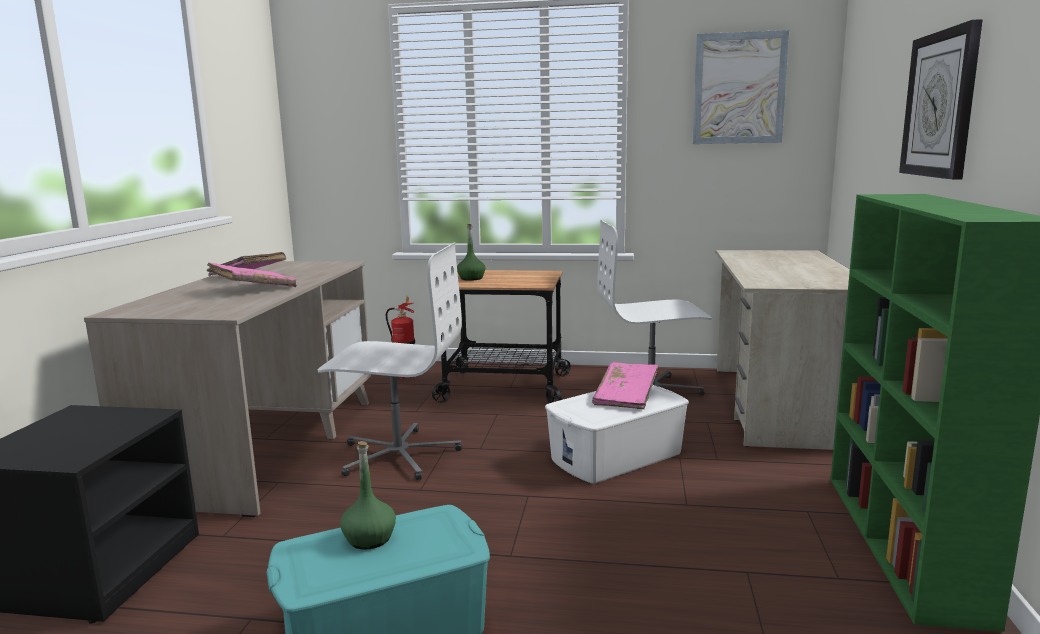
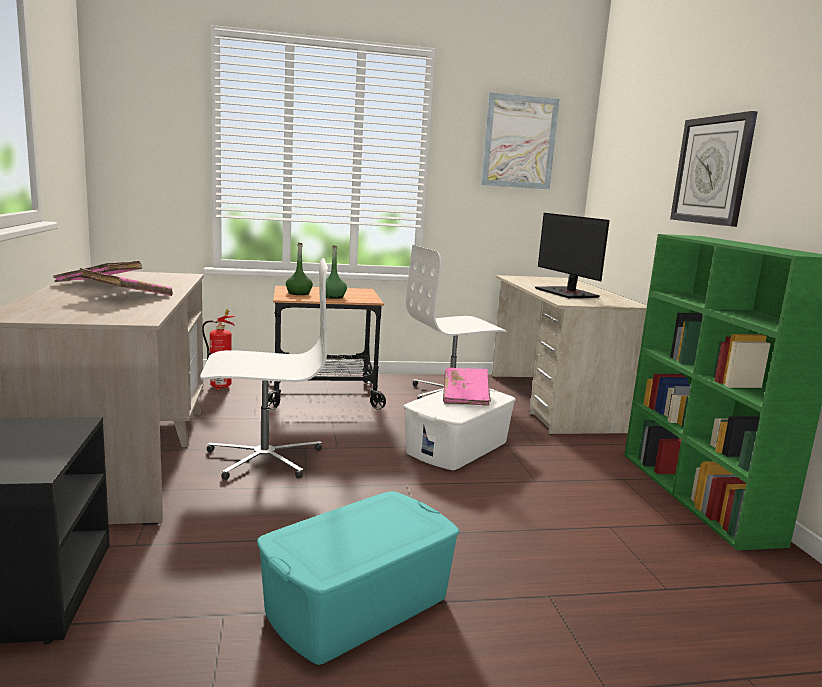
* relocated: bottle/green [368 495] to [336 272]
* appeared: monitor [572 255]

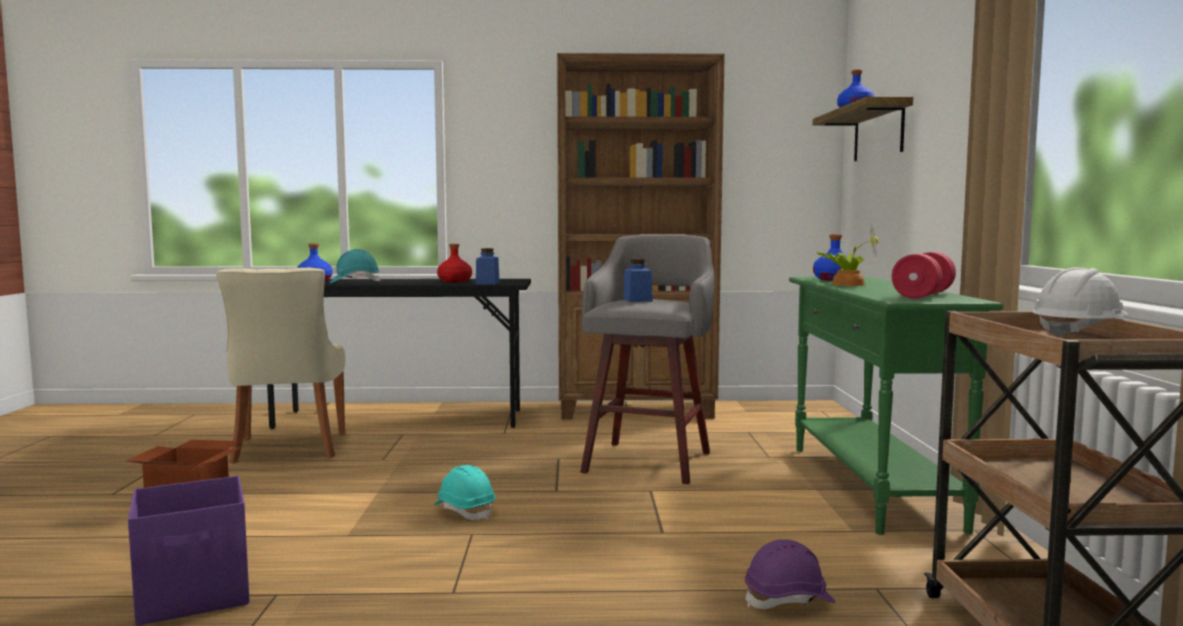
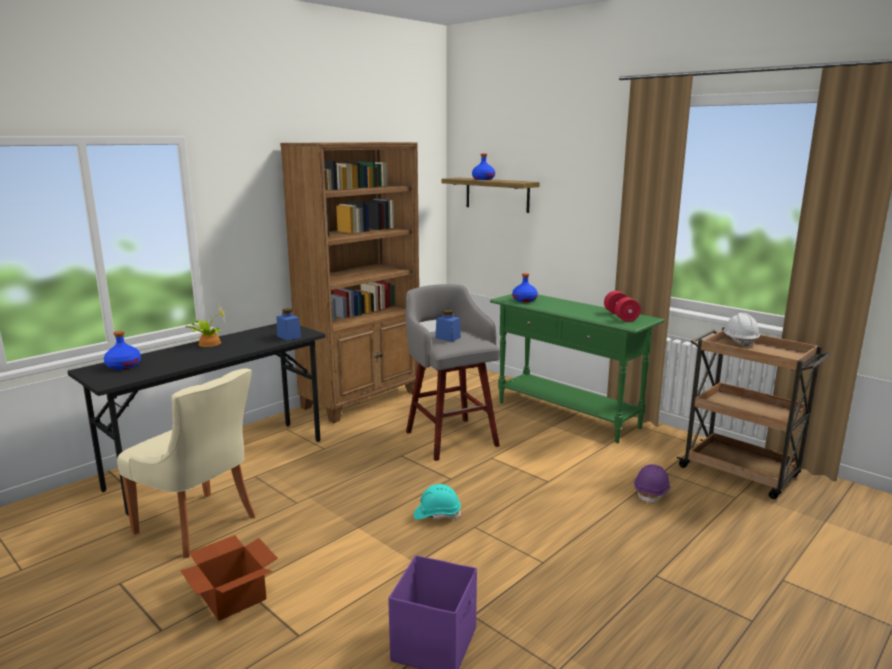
* relocated: potted plant [847 255] to [205 325]
* missing: hard hat/turquoise [355 266]
* missing: bottle/red [454 263]

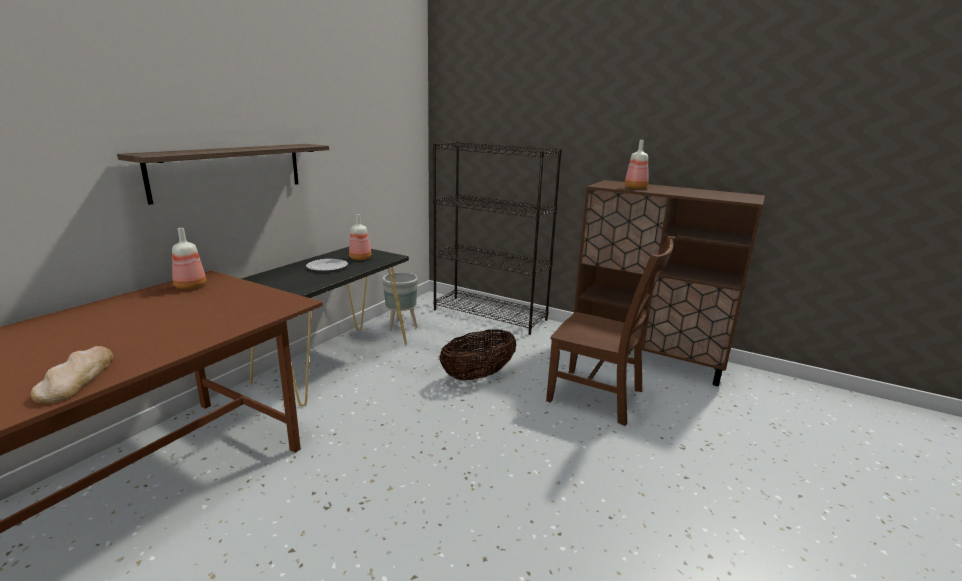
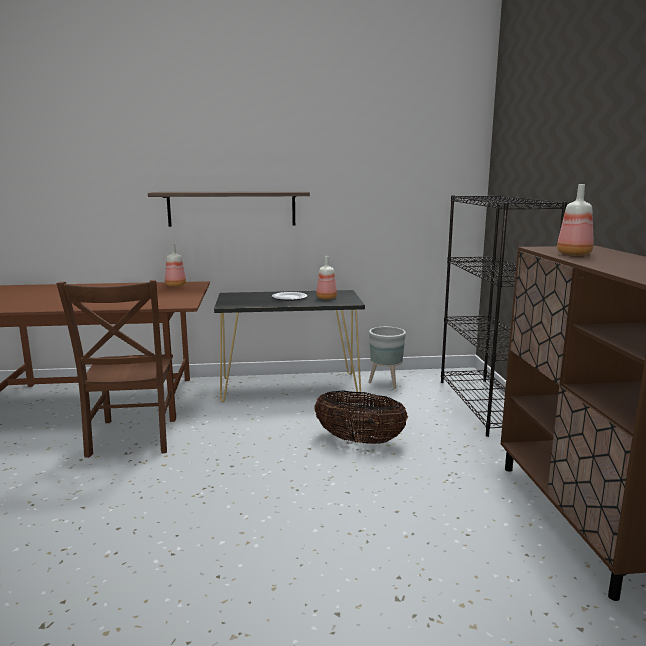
* relocated: chair/brown [610 331] to [116 369]
* missing: bread [72 375]

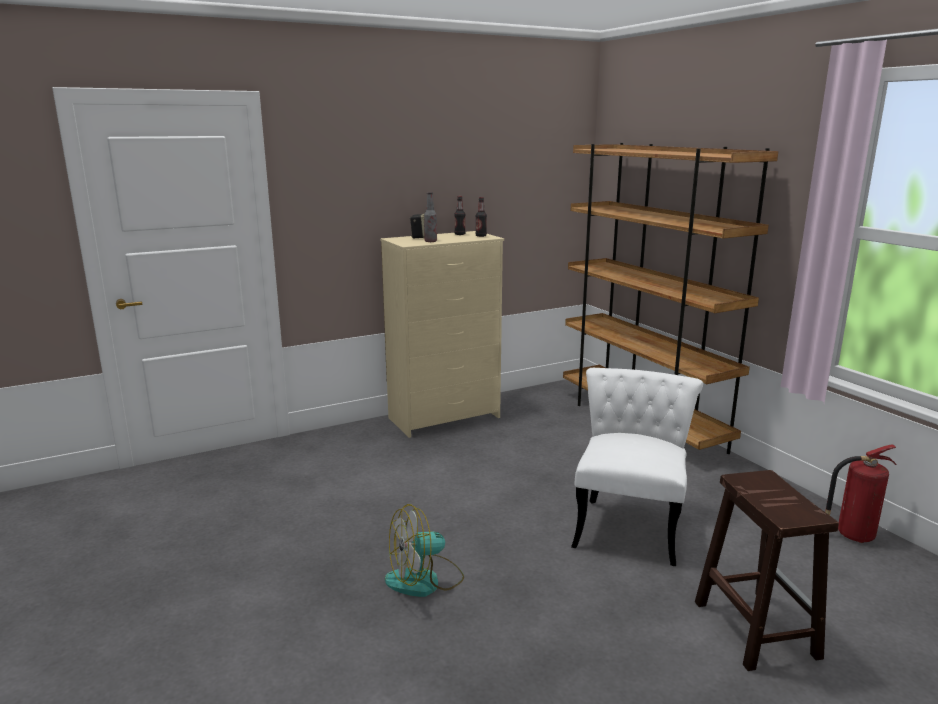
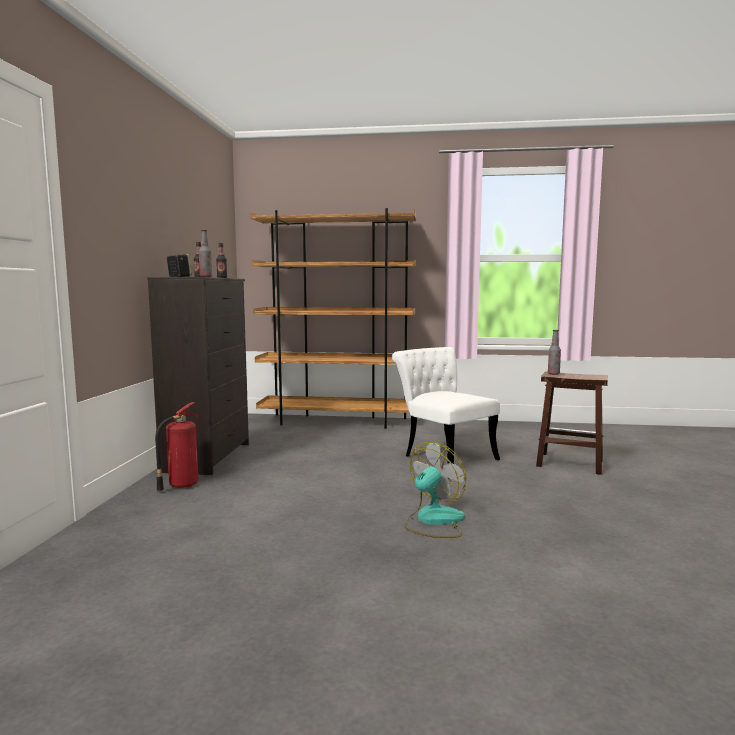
* colour: dresser/beige [442 334] to dresser/black [198 376]
* relocated: fire extinguisher [861 493] to [176 446]
* spun: fan [424 550] = [435 490] 150 degrees counterclockwise
* appeared: bottle [554 352]

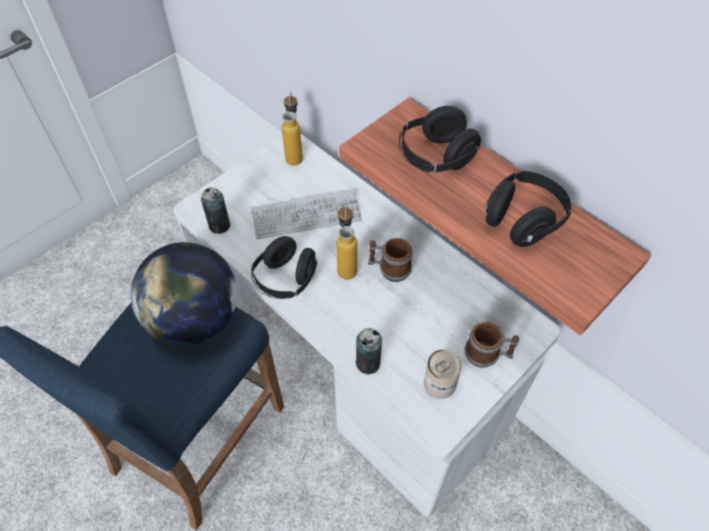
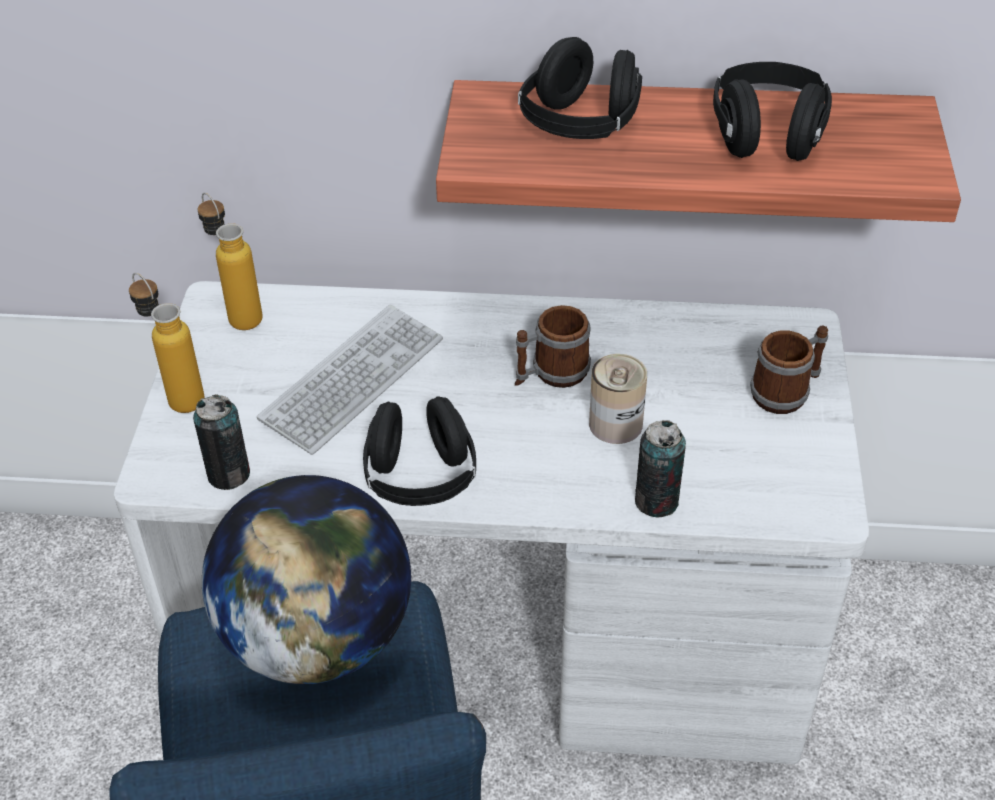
* relocated: bottle [346 241] to [167 343]
* relocated: can [443 374] to [618 399]

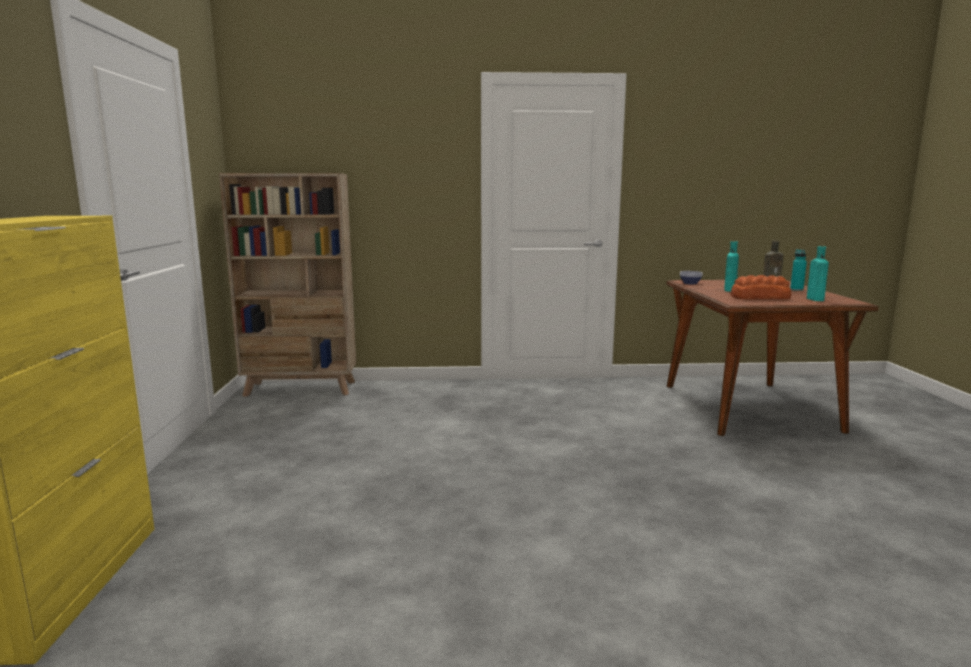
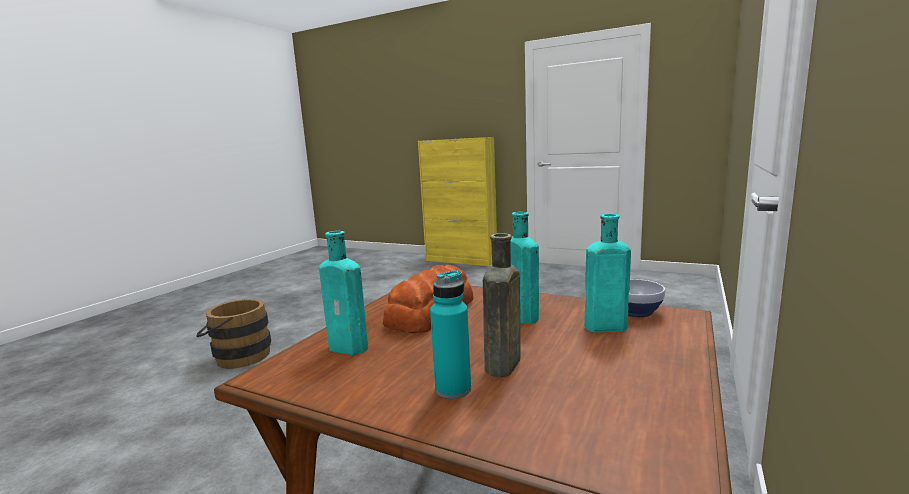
* appeared: bucket/brown [233 334]
* appeared: bottle/turquoise [607 273]
* missing: bookcase/beige [287 285]

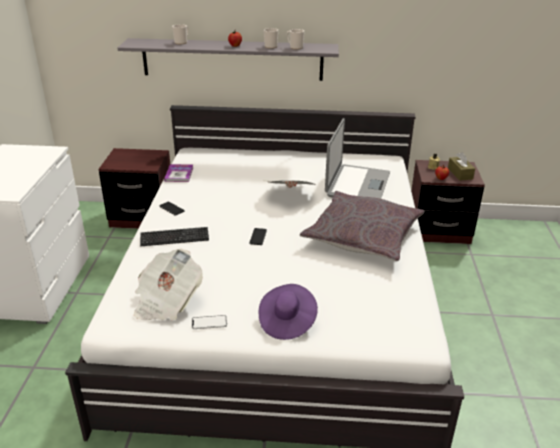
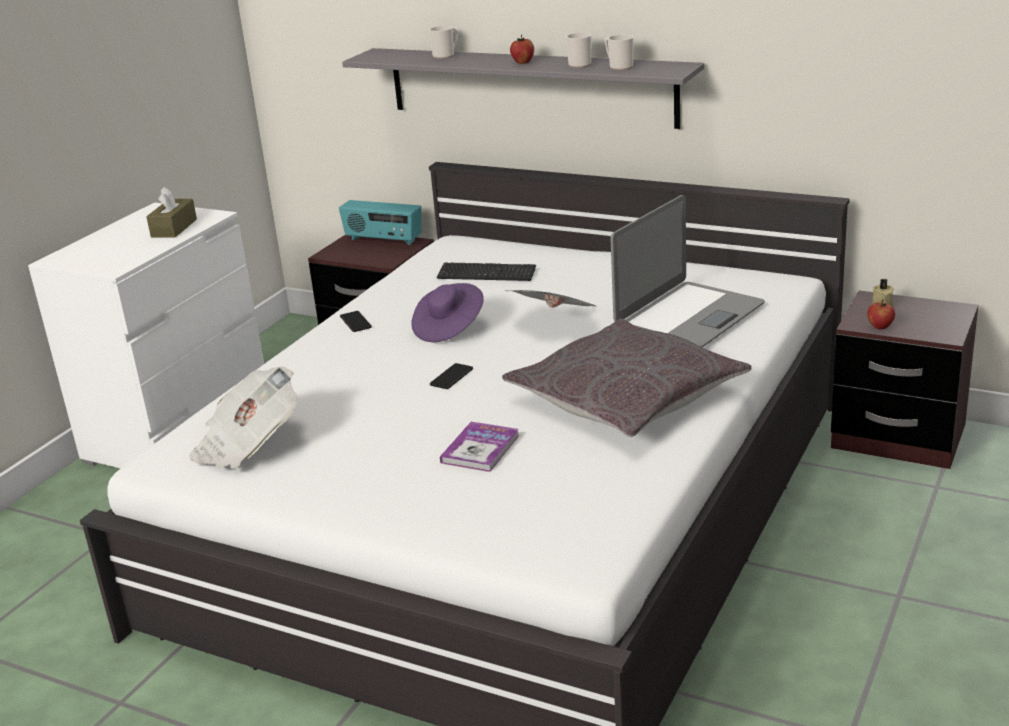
* relocated: tissue box/brown [461 166] to [171 212]
* appeared: radio [380 222]
* relocated: hat/purple [288 312] to [447 312]
* relocated: keyboard [174 236] to [486 272]
* relocated: book [179 173] to [480 447]
* missing: phone [209 322]

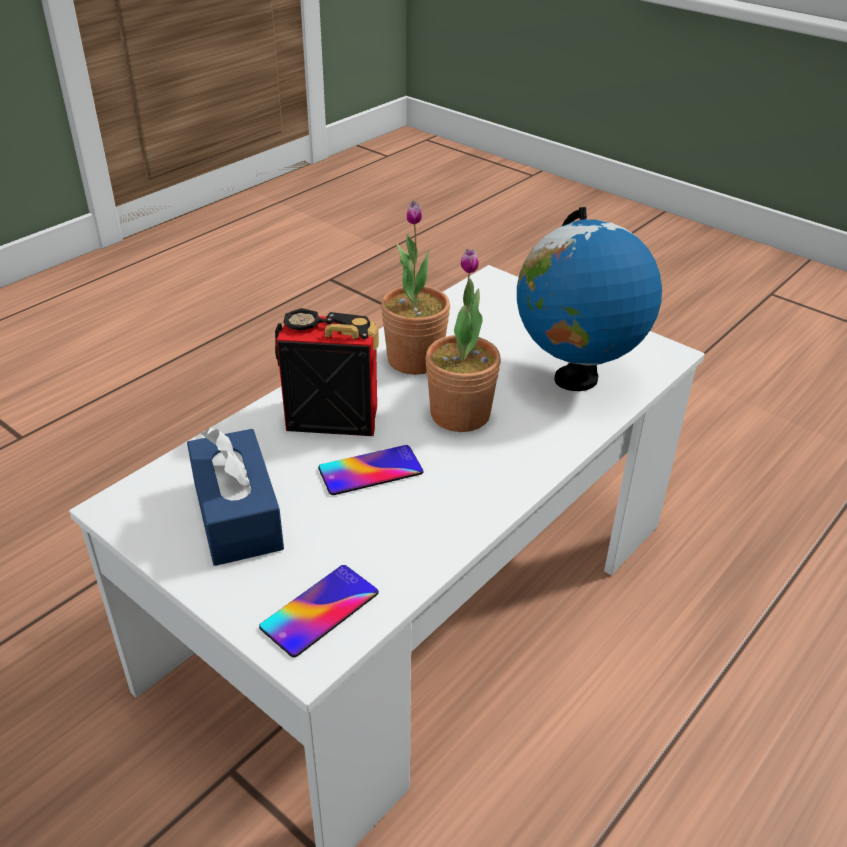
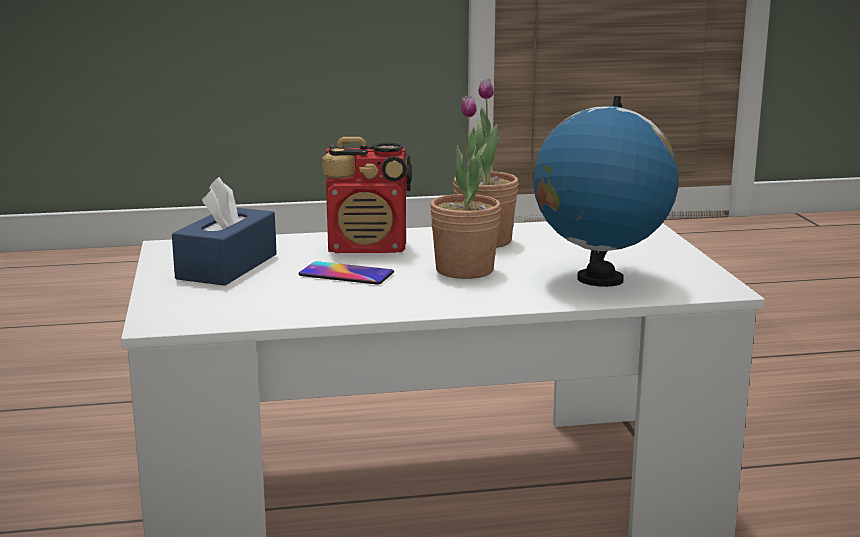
* spun: radio [327 372] = [367 195] 135 degrees clockwise
* missing: phone [319 611]

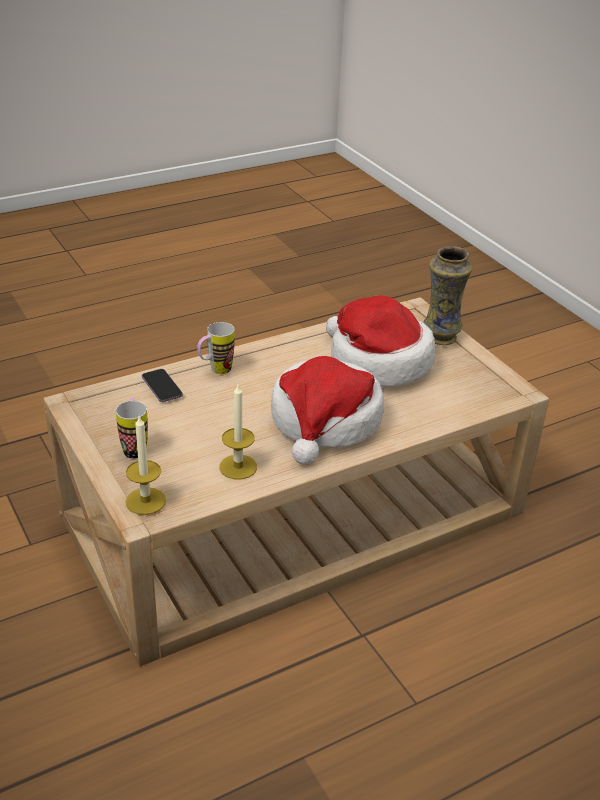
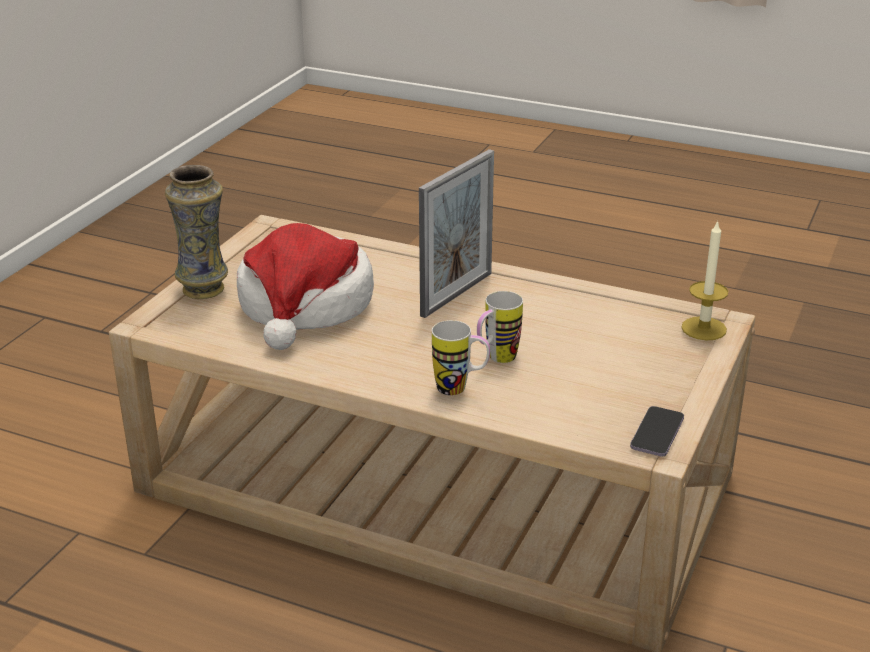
* exchanged: hat [327 410] to picture frame [456 233]
* relocated: mug [132 428] to [500 327]
* relocated: phone [162 385] to [657 431]
* missing: candle [238 432]

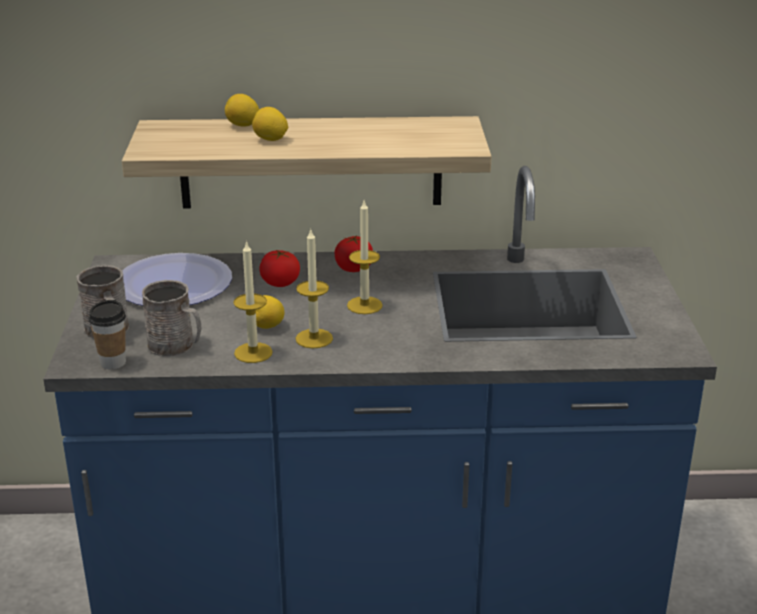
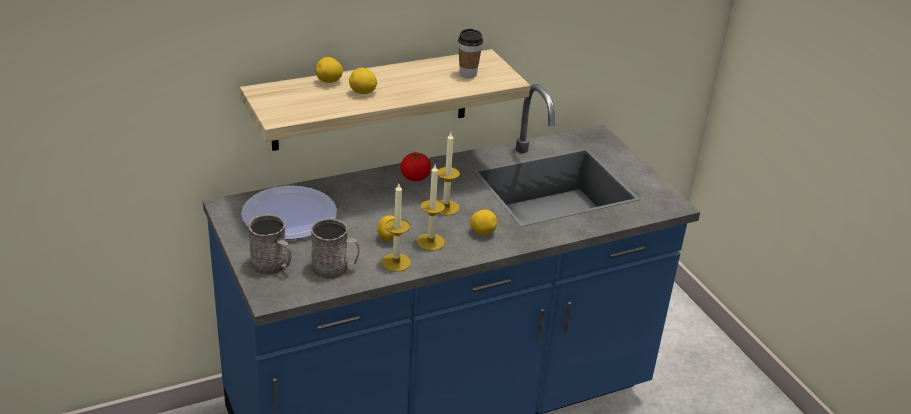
* relocated: cup [107 335] to [470 53]
* appeared: lemon [483 222]
* missing: tomato [279 268]

